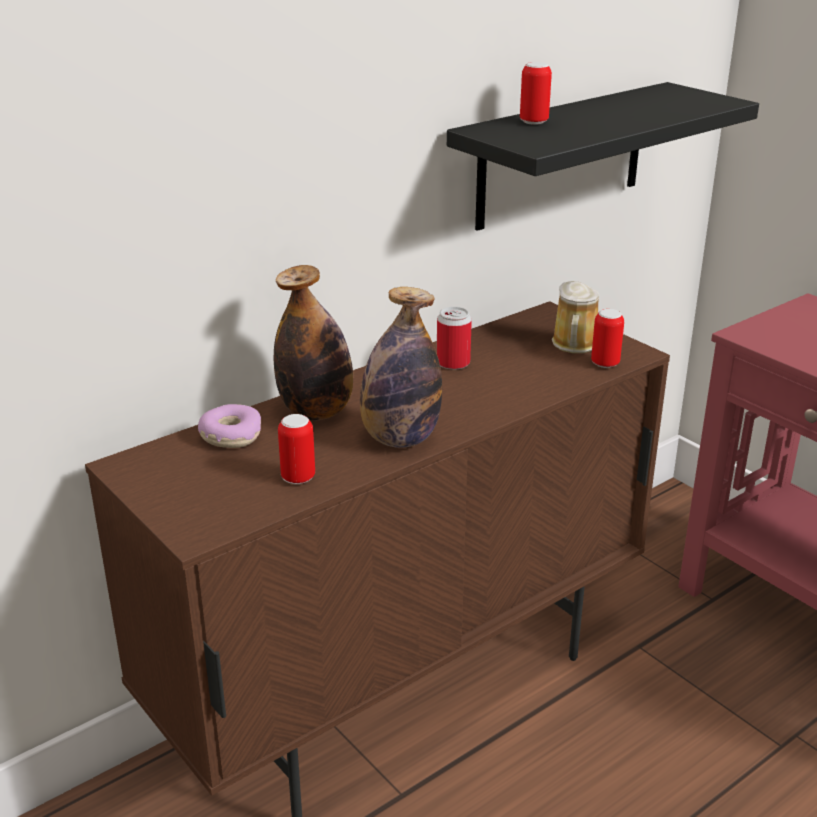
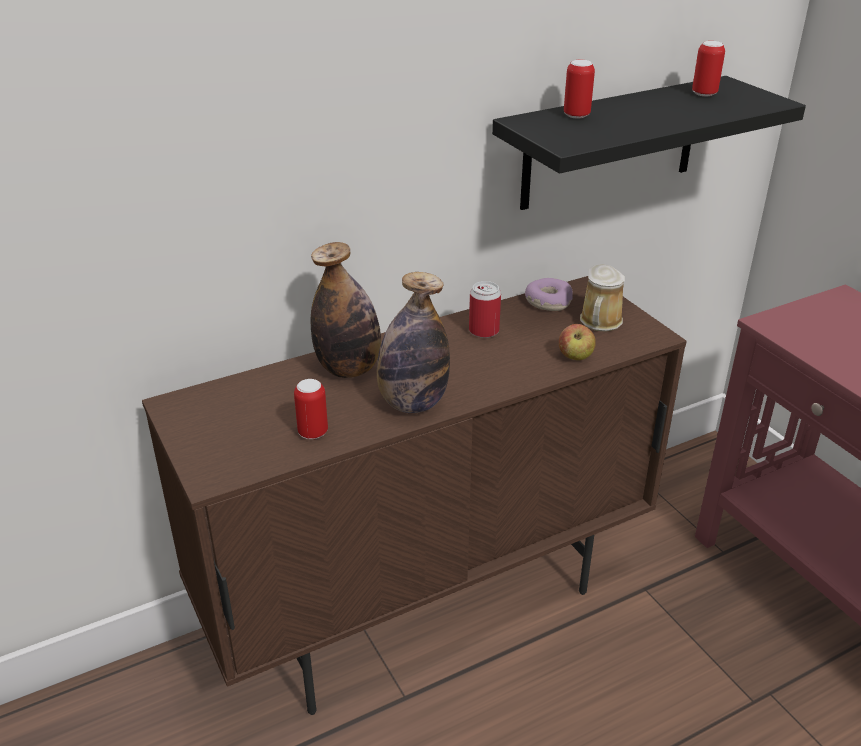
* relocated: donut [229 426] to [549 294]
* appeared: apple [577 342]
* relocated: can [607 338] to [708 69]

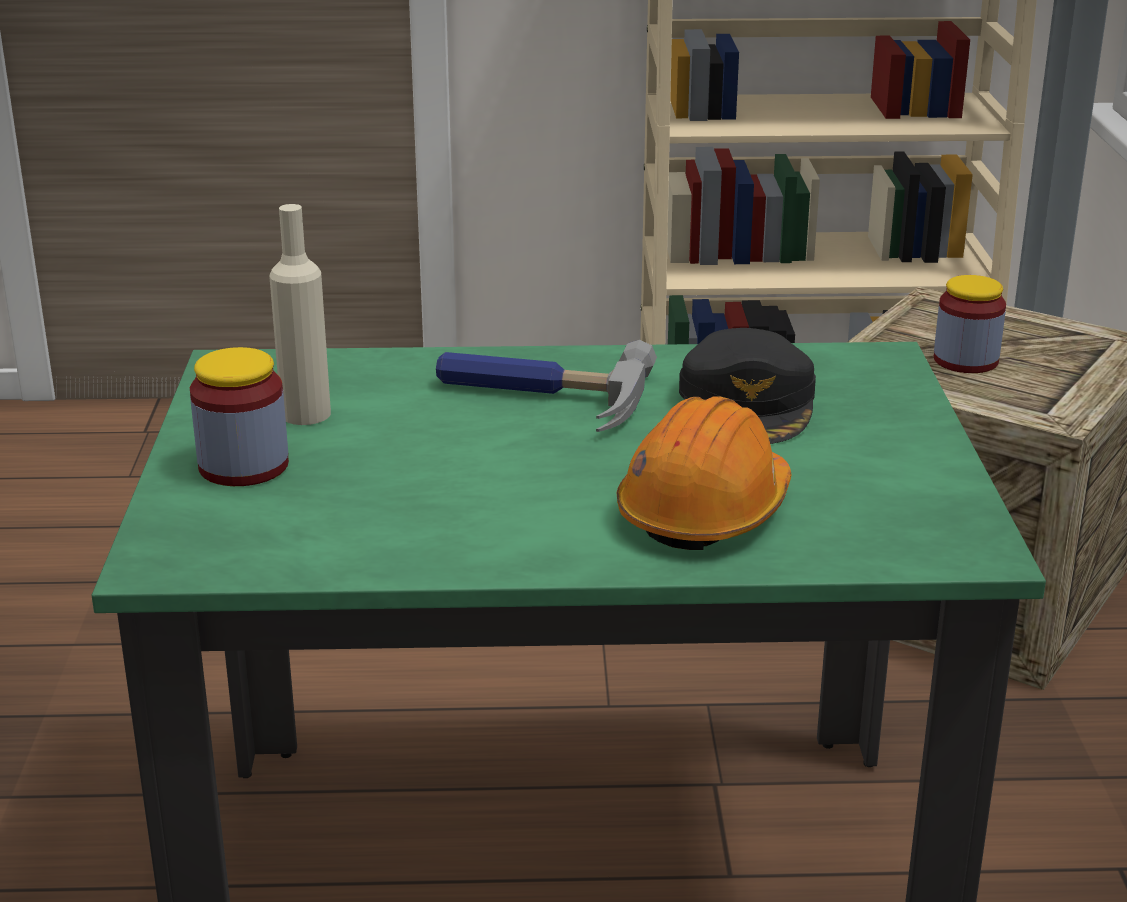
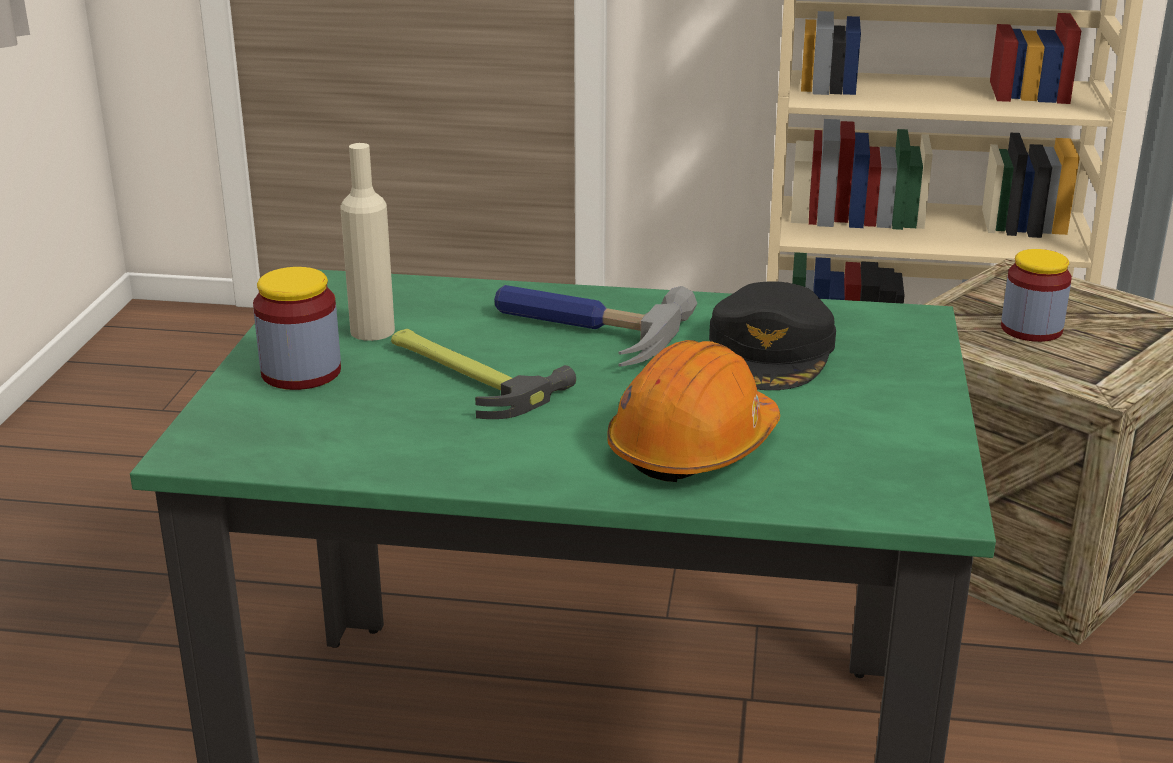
* appeared: hammer [483 374]

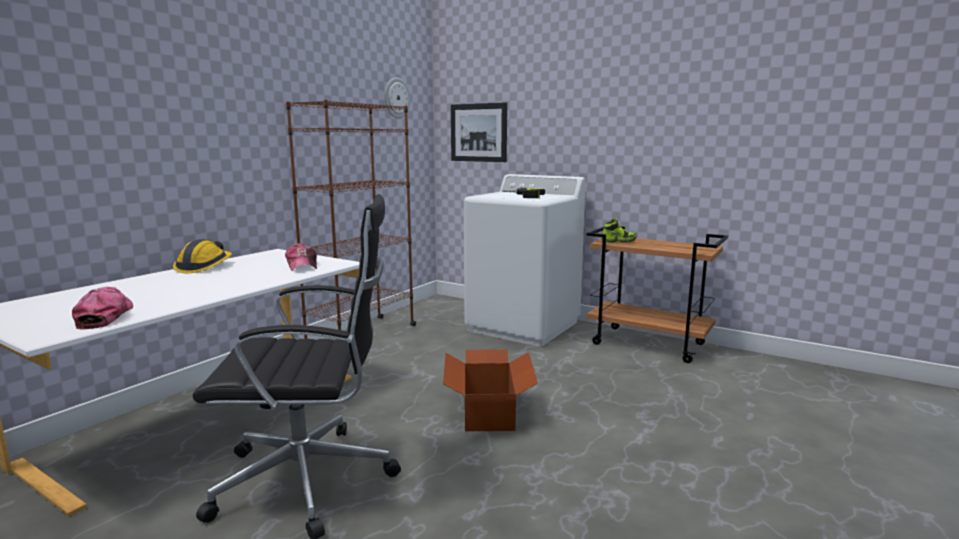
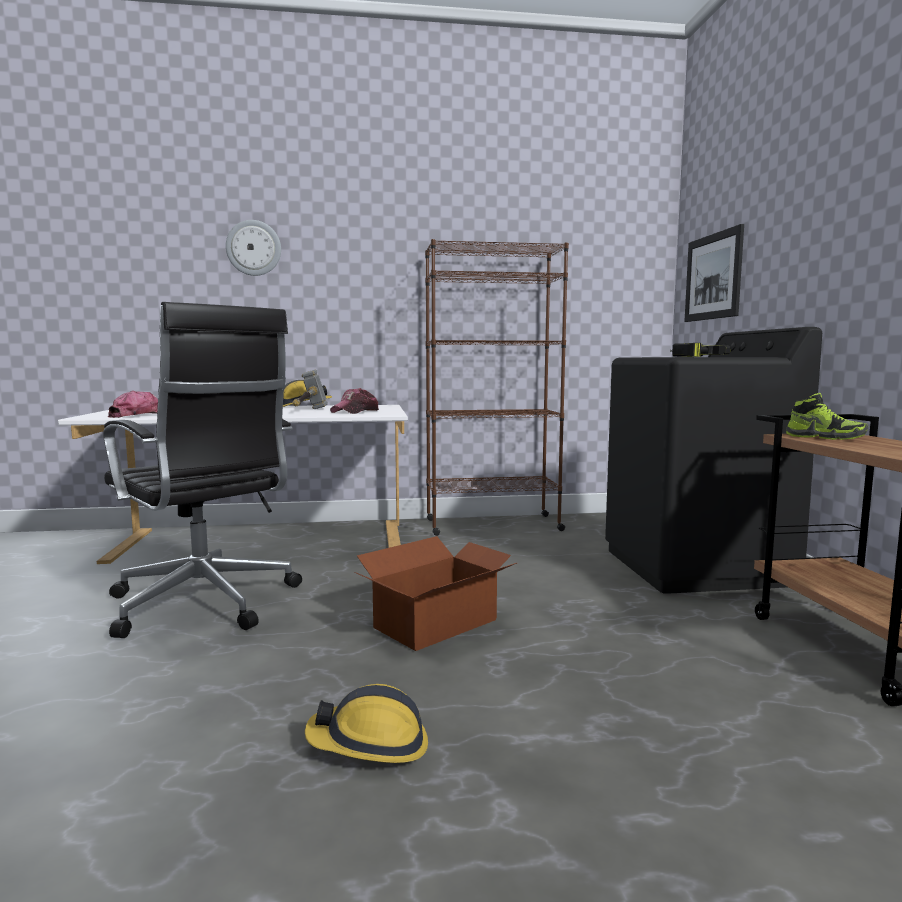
* relocated: wall clock [397 98] to [253 248]
* appeared: hammer [310 389]
* appeared: hard hat [366 723]
* colour: washing machine/white [525 260] to washing machine/black [713 460]

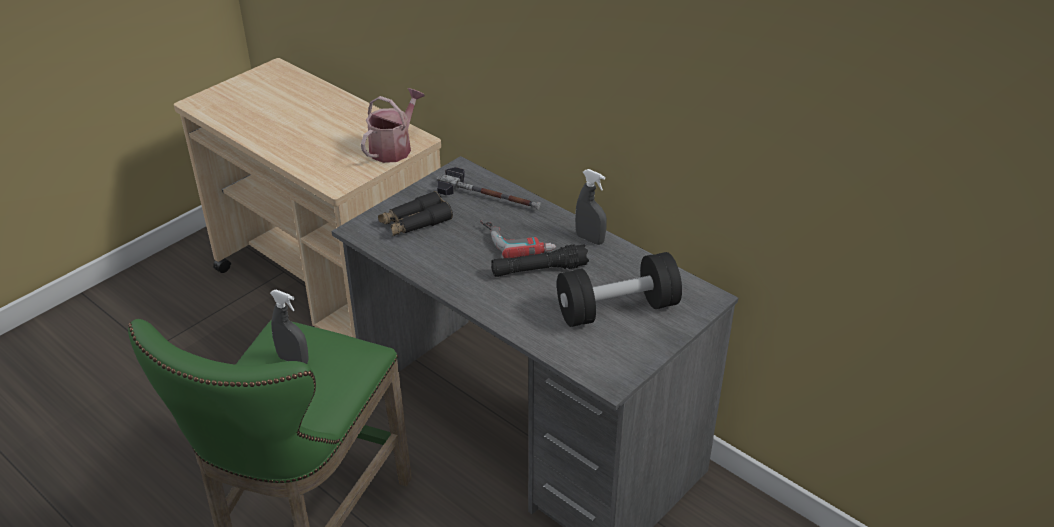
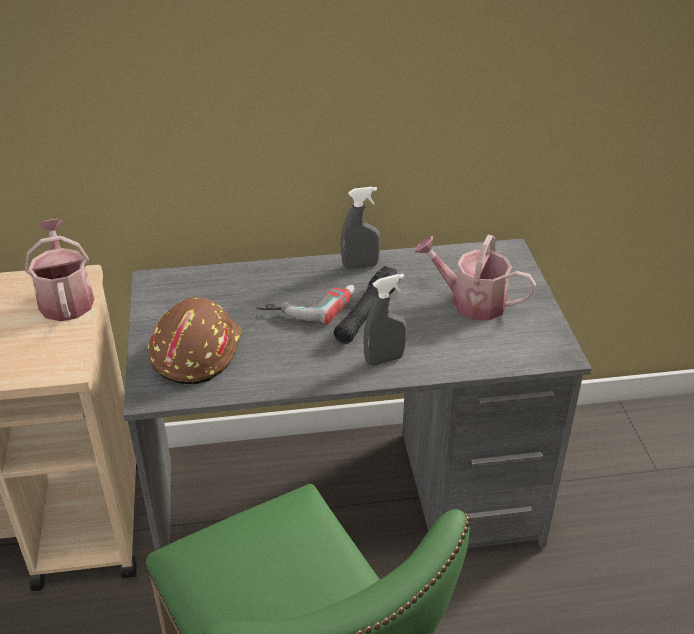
* exchanged: binoculars/black [415 213] to hard hat/brown [194 340]
* relocated: spray bottle/grey [289 327] to [385 320]
* exchanged: dumbbell/black [619 289] to watering can [475 277]
* missing: hammer [489 188]

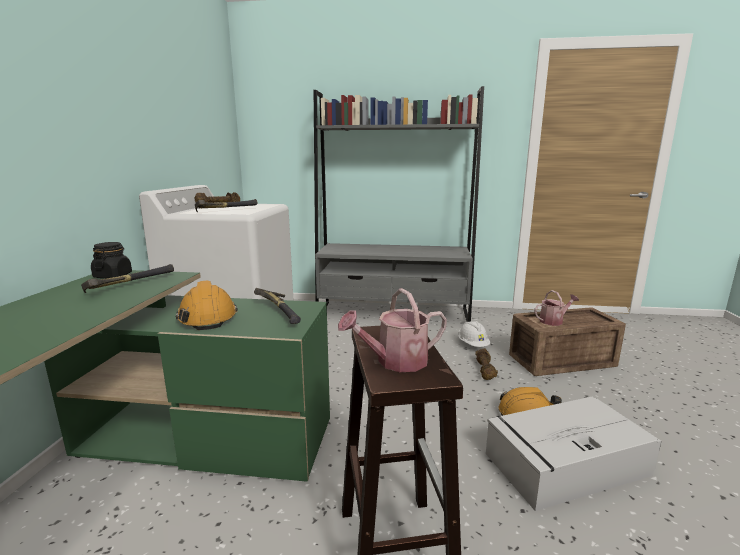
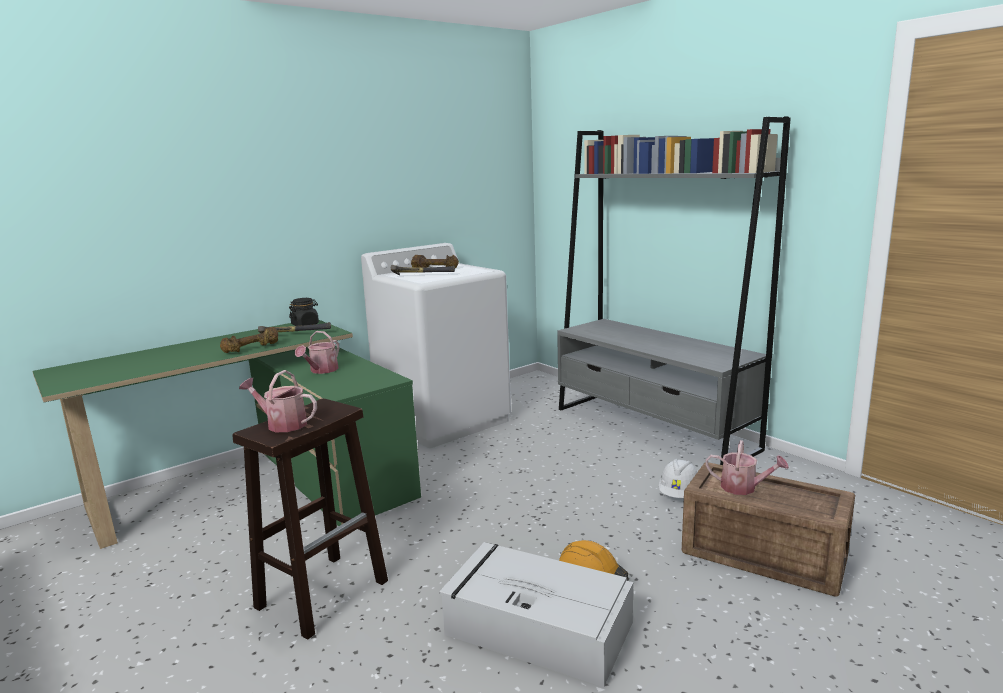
* relocated: dumbbell/brown [486 364] to [249 340]
* exchanged: hard hat/orange [207 305] to watering can [317 352]
* missing: hammer [277 306]

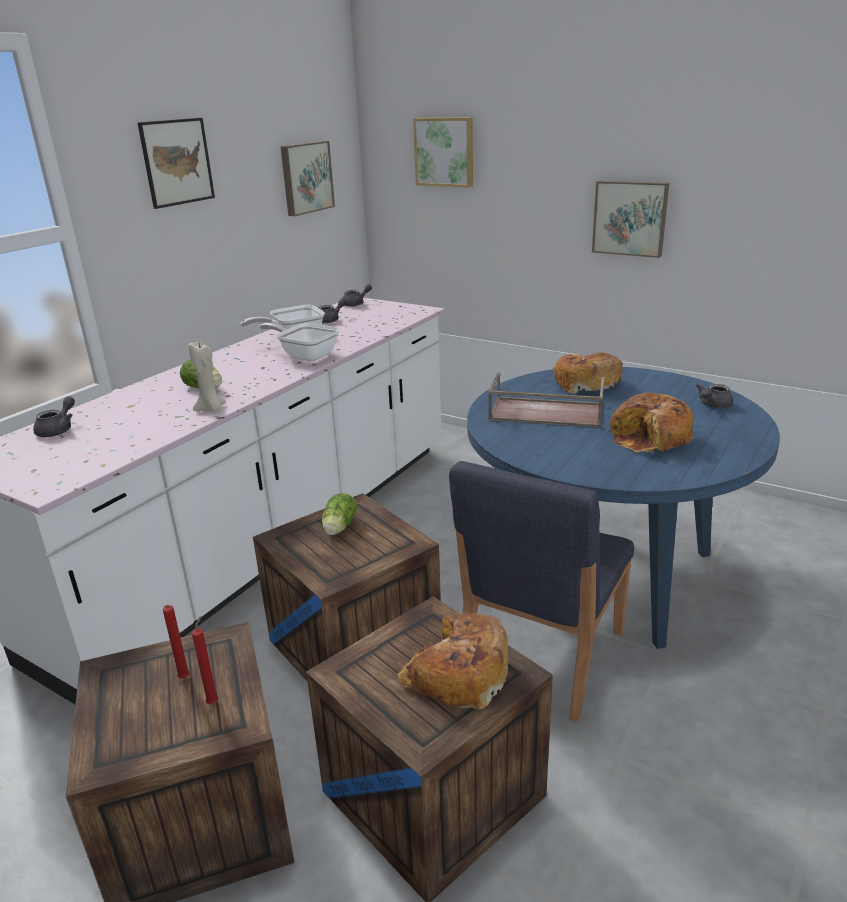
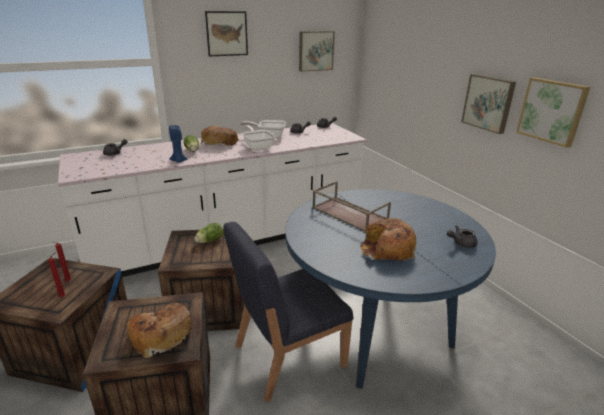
* colour: candle/beige [207 376] to candle/blue [178 143]
* relocated: bread [588 373] to [219 136]
* relocated: picture [443 152] to [553 112]

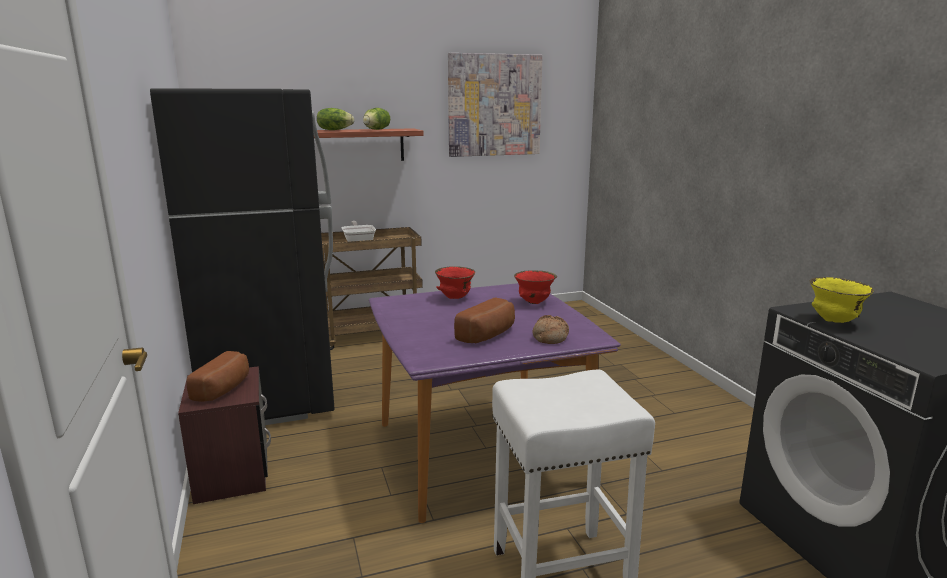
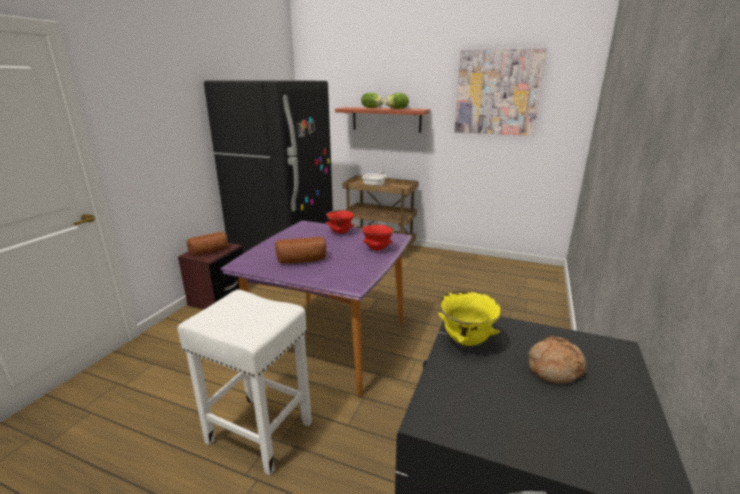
* relocated: bread [551 329] to [557 360]

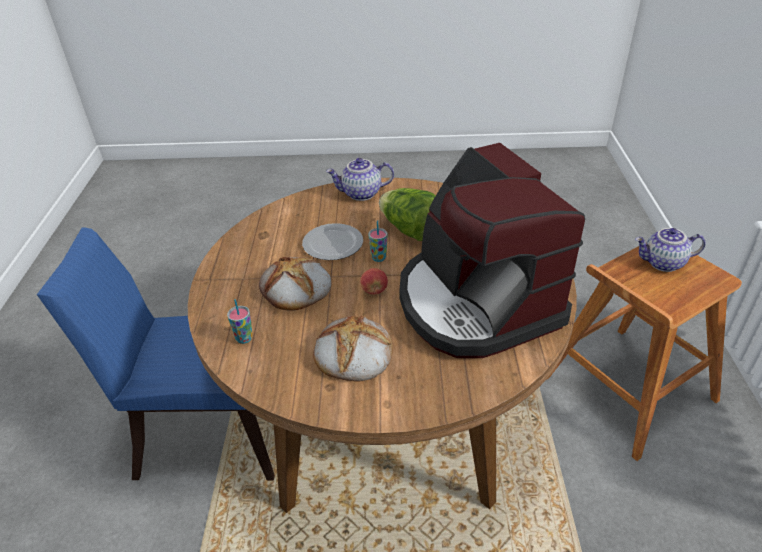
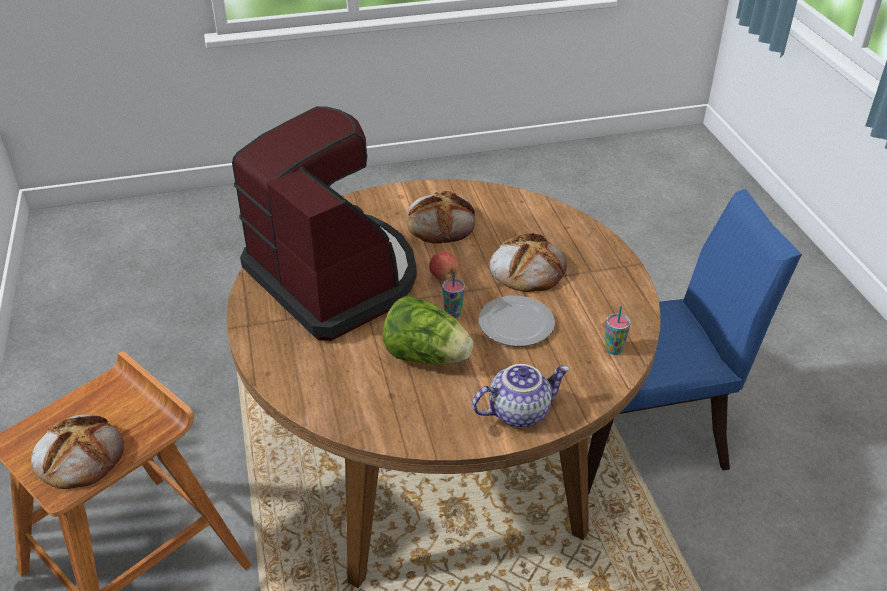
* exchanged: teapot [670 250] to bread [77 451]
* relocated: cup [240 321] to [618 330]

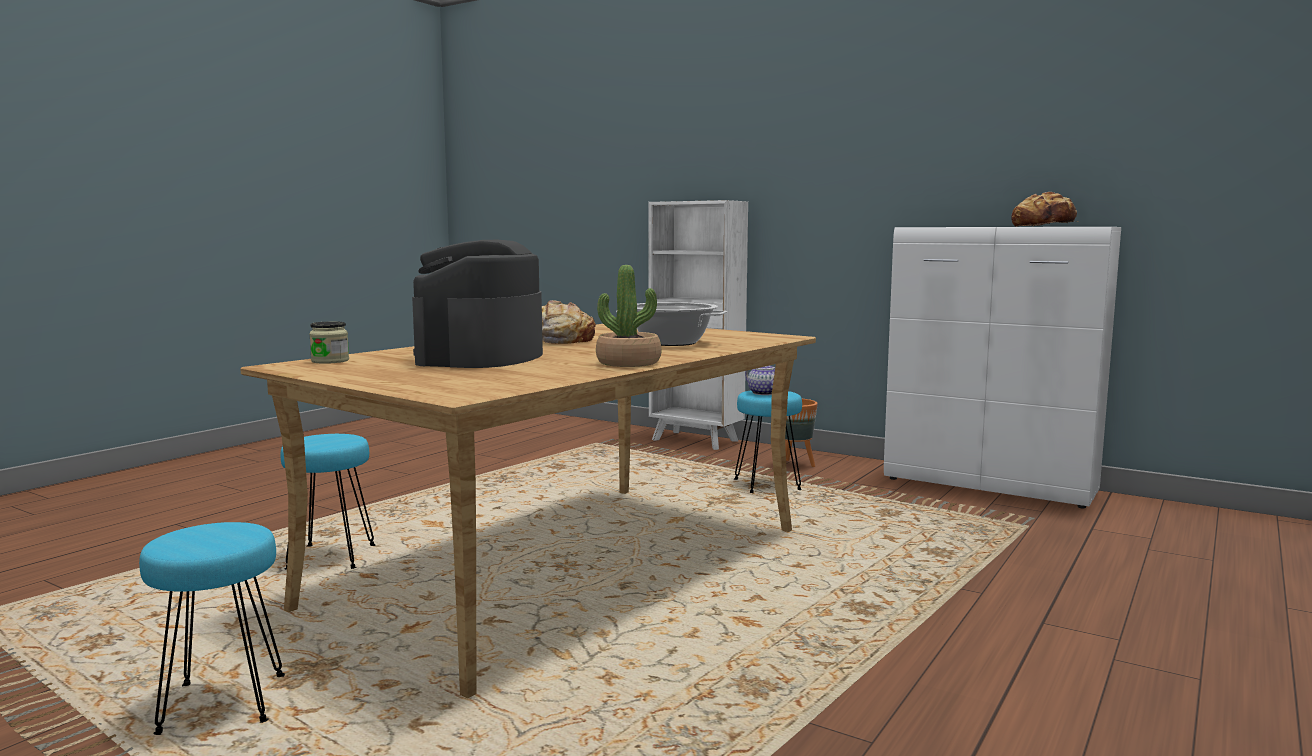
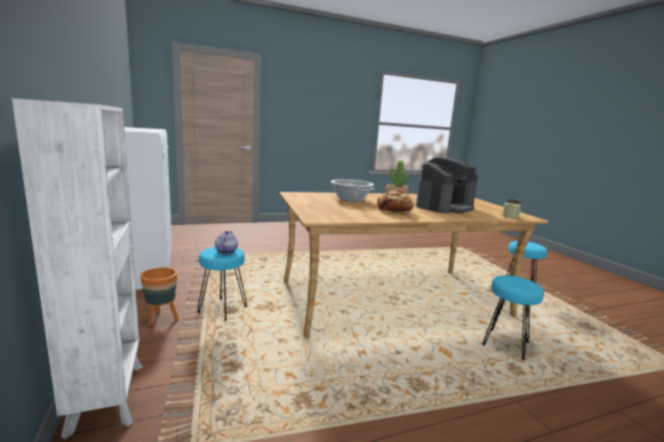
* missing: bread [1045 209]

